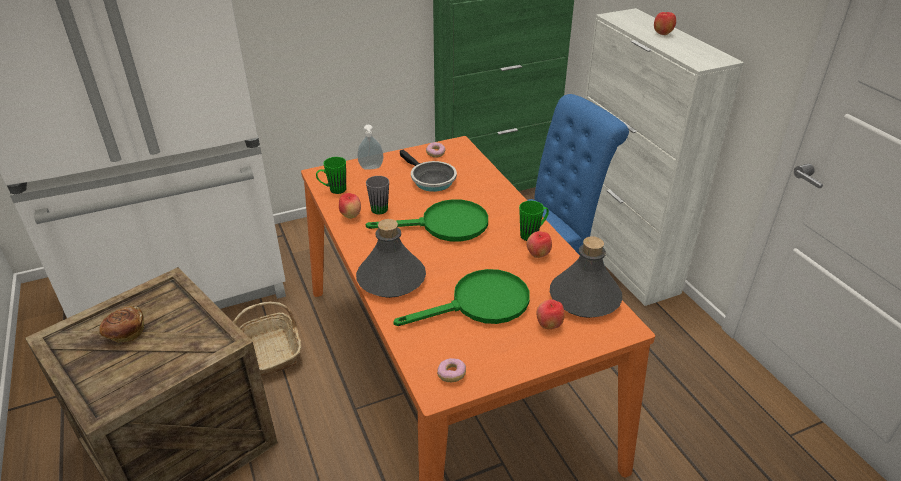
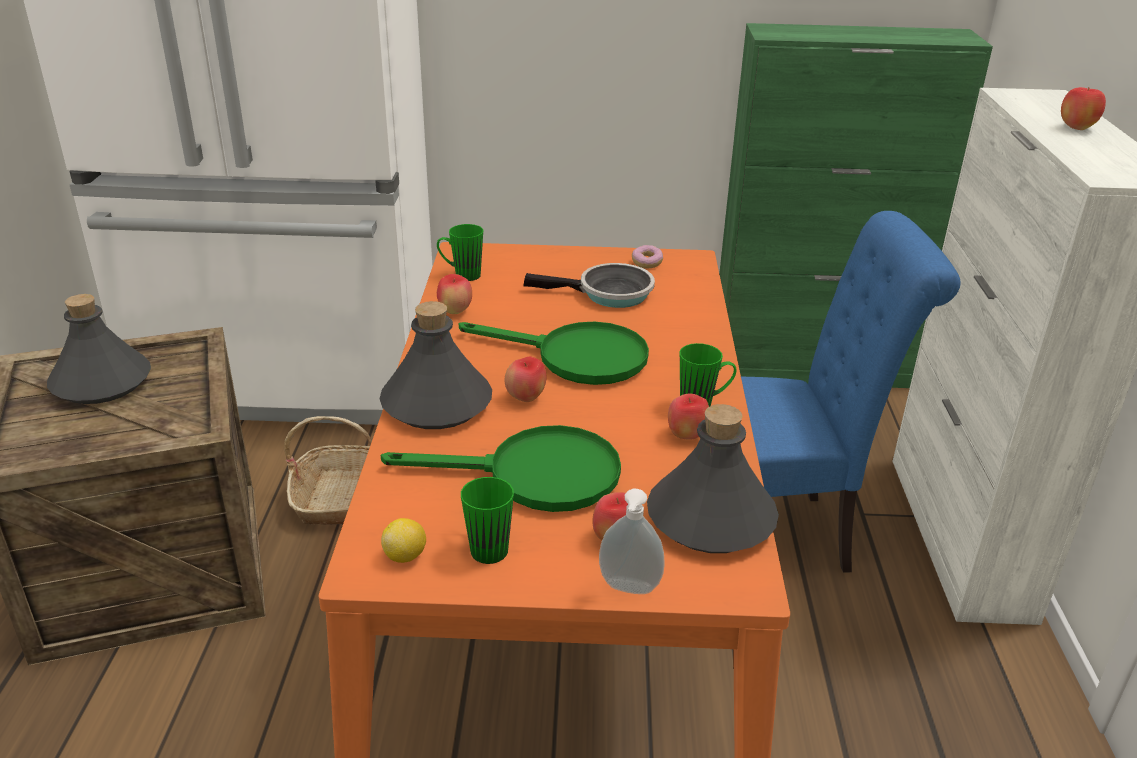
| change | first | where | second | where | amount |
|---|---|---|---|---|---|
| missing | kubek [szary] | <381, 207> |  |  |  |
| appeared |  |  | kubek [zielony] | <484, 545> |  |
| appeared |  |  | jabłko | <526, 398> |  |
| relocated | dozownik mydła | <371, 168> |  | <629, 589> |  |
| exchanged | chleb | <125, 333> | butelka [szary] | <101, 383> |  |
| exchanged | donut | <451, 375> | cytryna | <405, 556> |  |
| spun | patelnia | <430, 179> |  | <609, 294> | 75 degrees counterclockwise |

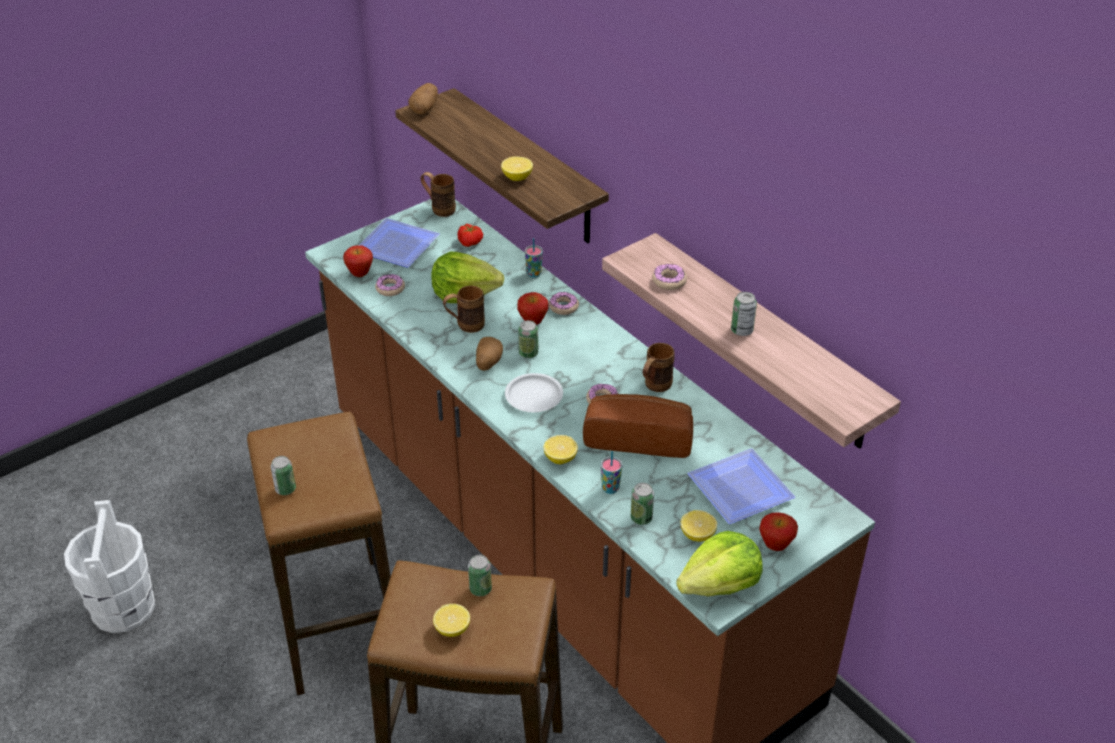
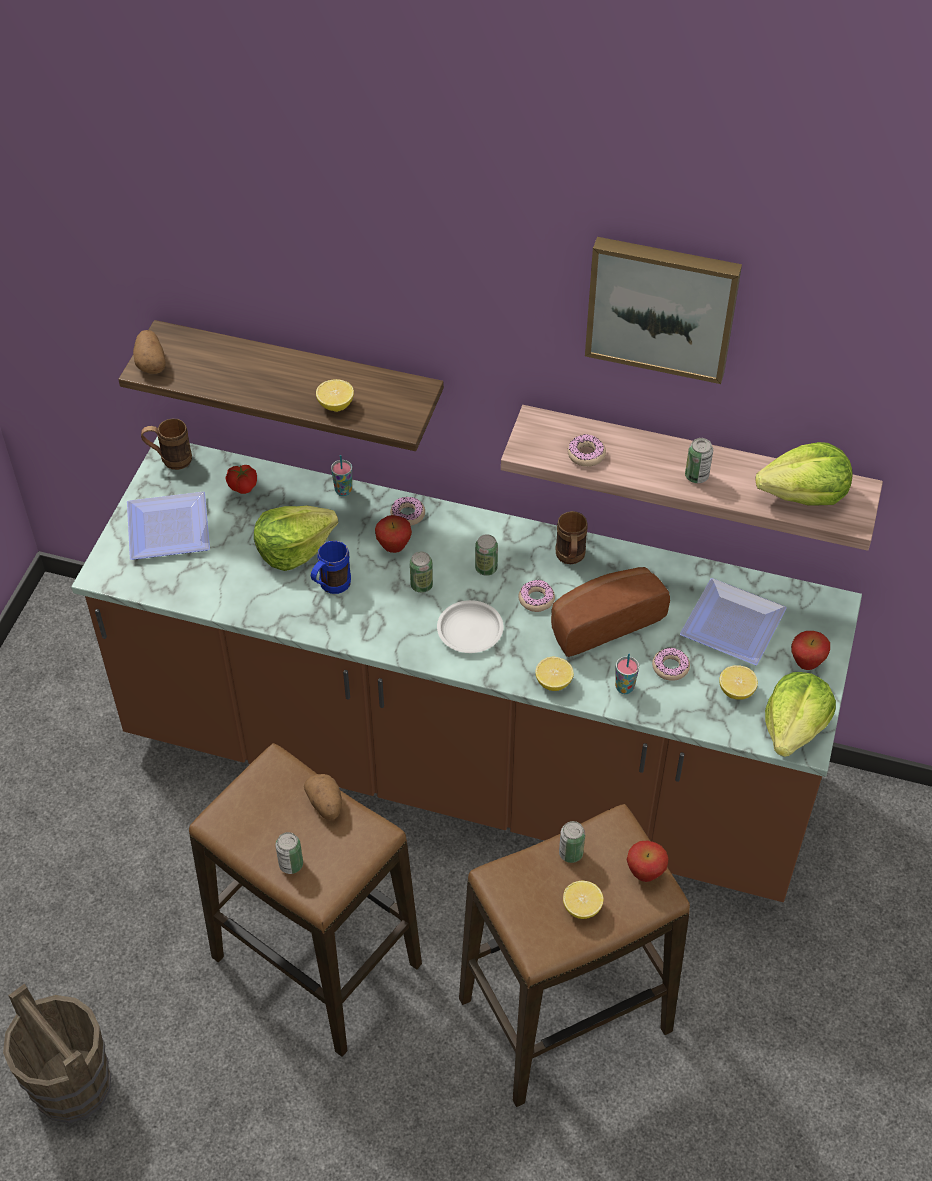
| change | first | where | second | where | amount |
|---|---|---|---|---|---|
| appeared |  |  | obraz | <662, 306> |  |
| appeared |  |  | sałata | <804, 495> |  |
| relocated | jabłko | <360, 274> |  | <645, 874> |  |
| relocated | donut | <390, 288> |  | <670, 667> |  |
| relocated | ziemniak | <488, 363> |  | <325, 804> |  |
| relocated | puszka | <641, 518> |  | <486, 568> |  |
| colour | wiadro [biały] | <123, 607> | wiadro [brązowy] | <72, 1084> |  |
| colour | kubek [brązowy] | <465, 326> | kubek [niebieski] | <330, 587> |  |

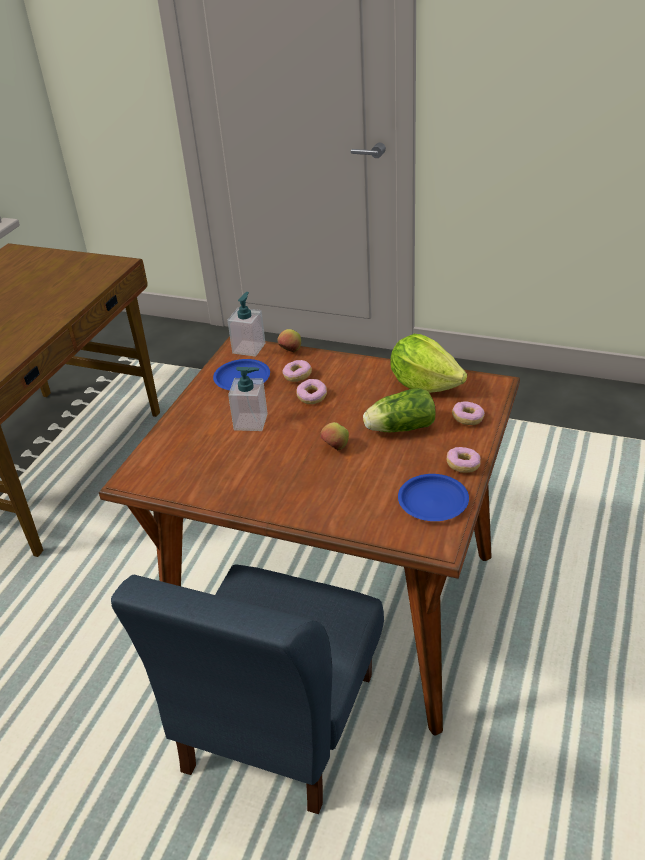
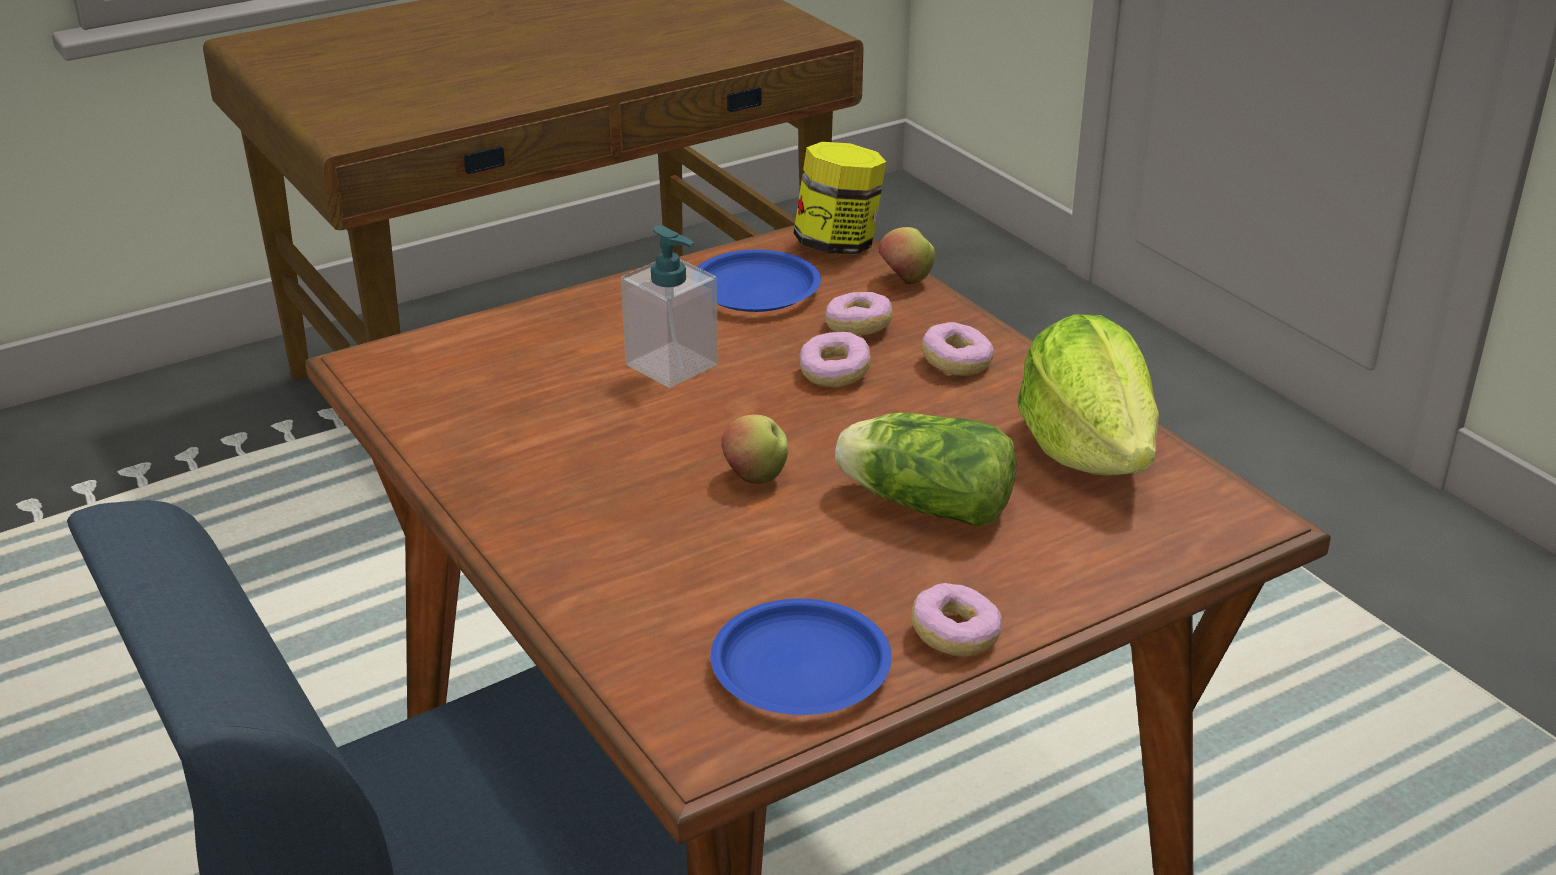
| change | first | where | second | where | amount |
|---|---|---|---|---|---|
| relocated | donut | <467, 419> |  | <956, 363> |  |
| exchanged | dozownik mydła | <249, 348> | słoik | <838, 245> |  |

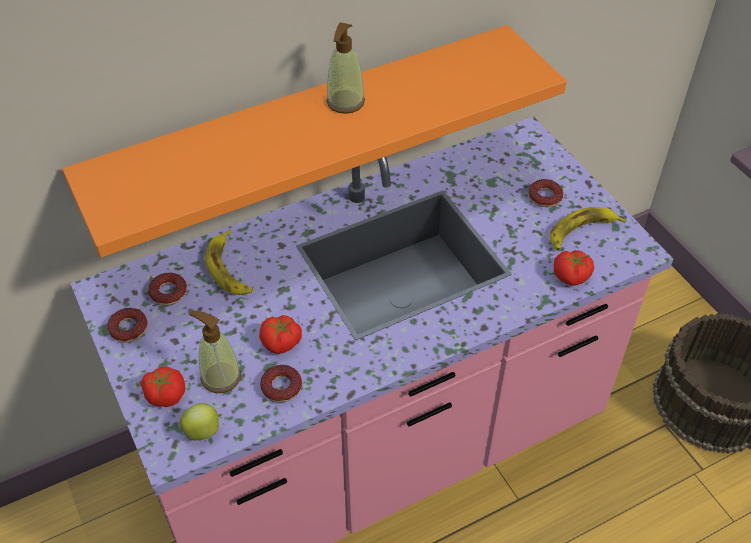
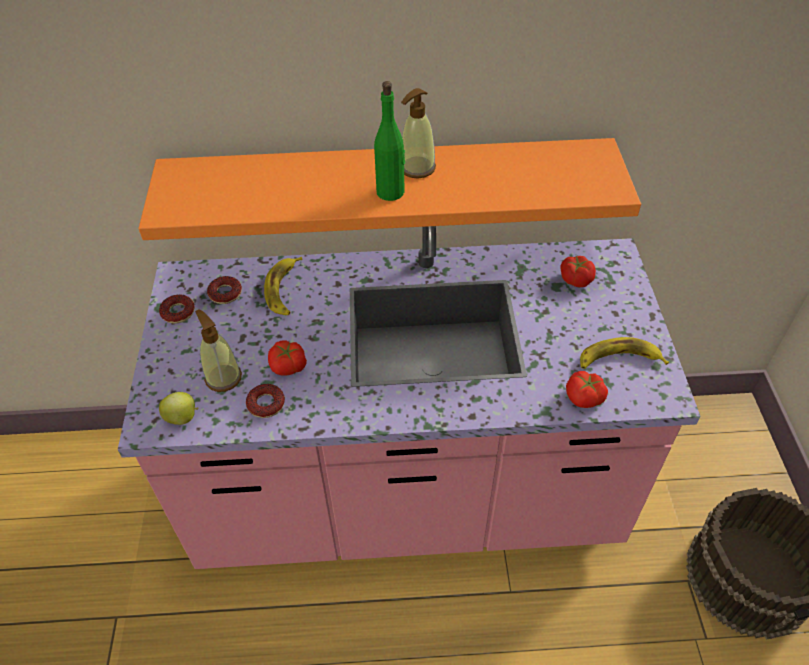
| change | first | where | second | where | amount |
|---|---|---|---|---|---|
| missing | donut | <544, 197> |  |  |  |
| appeared |  |  | butelka [zielony] | <391, 192> |  |
| relocated | pomidor | <165, 394> |  | <576, 279> |  |

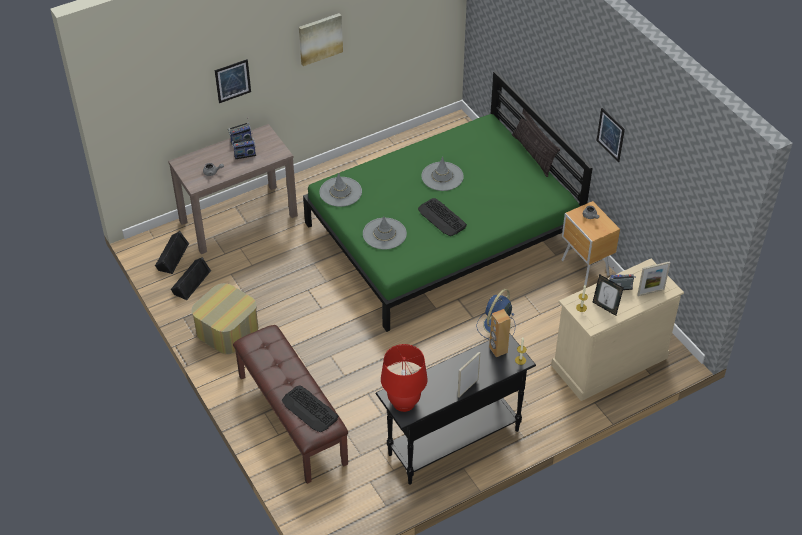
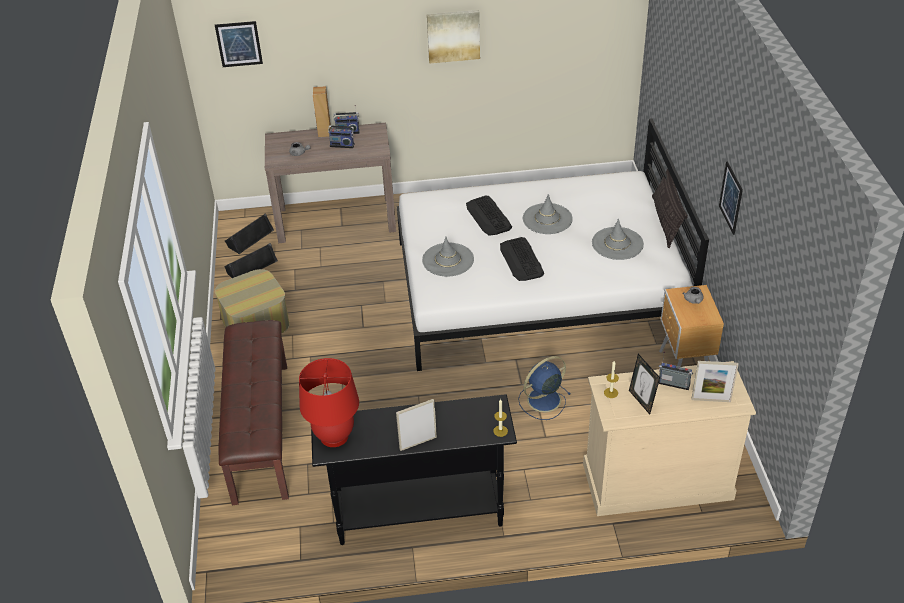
| change | first | where | second | where | amount |
|---|---|---|---|---|---|
| relocated | obraz | <232, 81> |  | <239, 44> |  |
| relocated | klawiatura | <309, 409> |  | <488, 216> |  |
| relocated | kapelusz [szary] | <340, 192> |  | <617, 244> |  |
| relocated | głośnik [brązowy] | <498, 350> |  | <324, 133> |  |
| colour | łóżko [zielony] | <443, 234> | łóżko [biały] | <538, 288> |  |

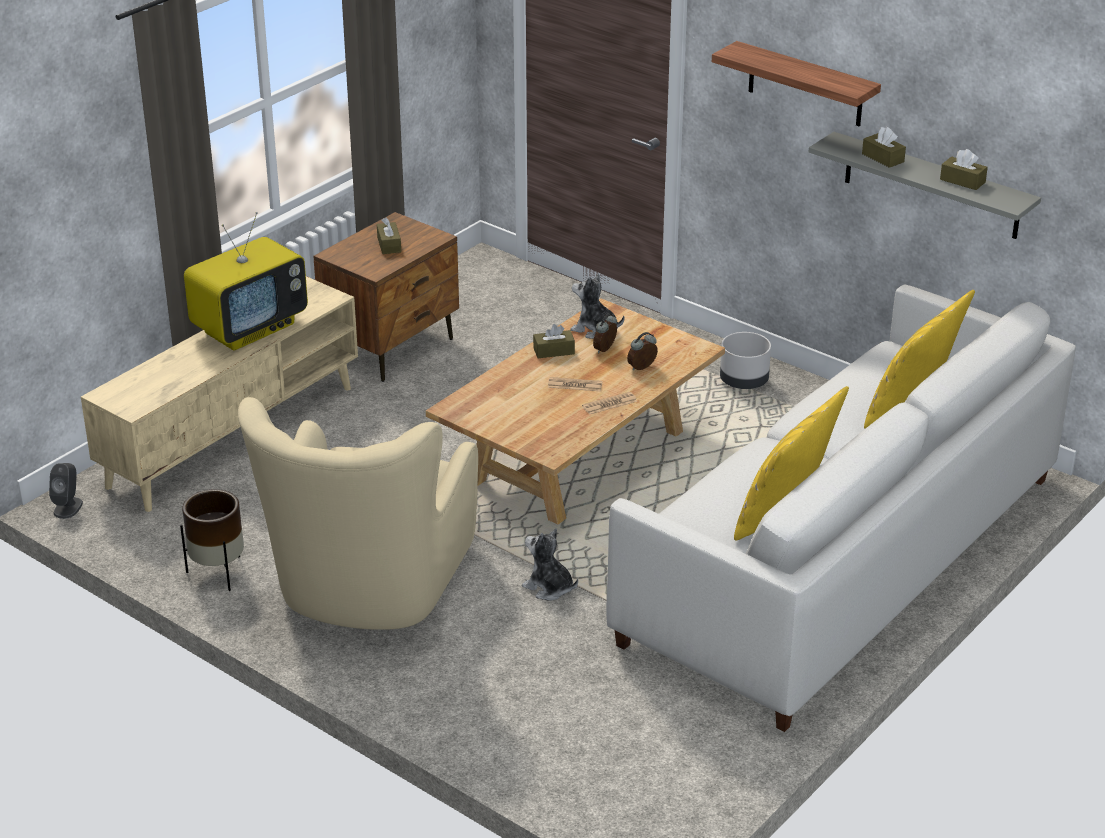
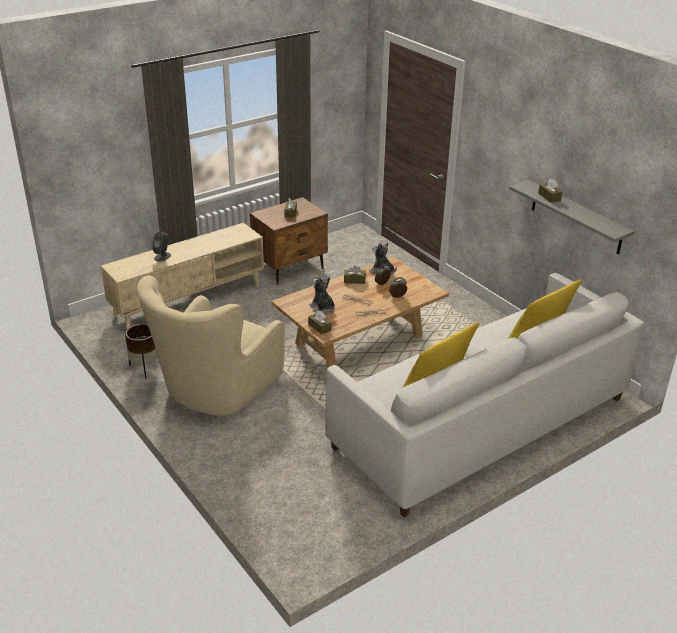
| change | first | where | second | where | amount |
|---|---|---|---|---|---|
| missing | telewizor | <250, 328> |  |  |  |
| missing | półka | <805, 85> |  |  |  |
| missing | donica [szary] | <744, 382> |  |  |  |
| relocated | głośnik [szary] | <68, 507> |  | <162, 256> |  |
| relocated | pluszak | <549, 588> |  | <322, 308> |  |
| relocated | pudełko chusteczek [brązowy] | <962, 181> |  | <319, 327> |  |

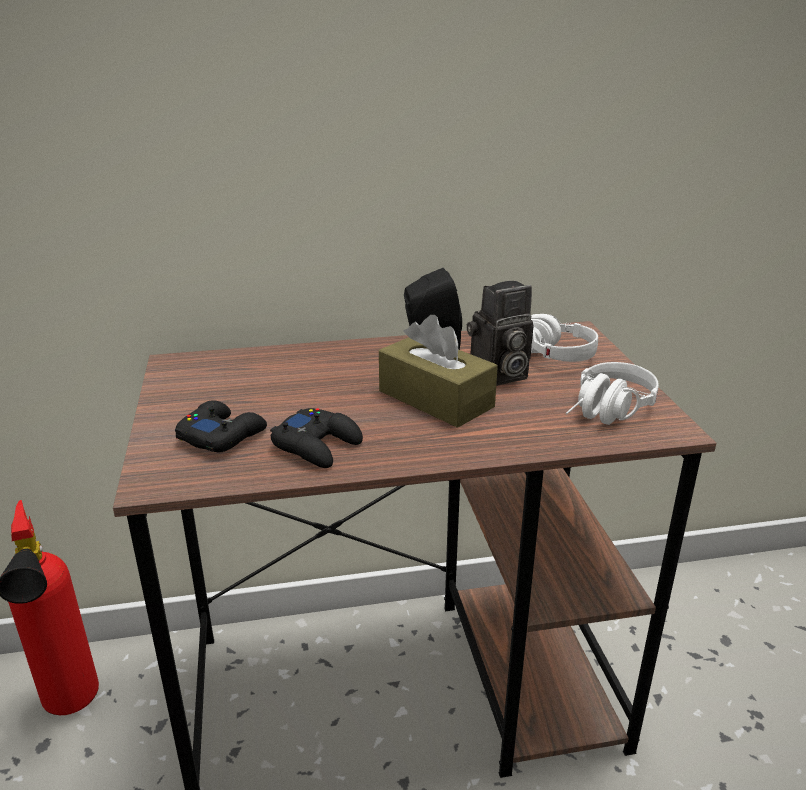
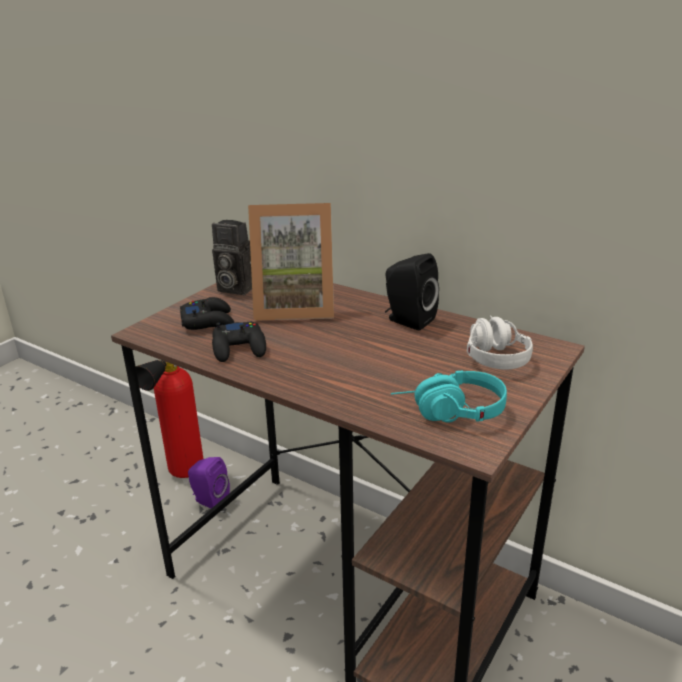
| change | first | where | second | where | amount |
|---|---|---|---|---|---|
| missing | pudełko chusteczek [brązowy] | <435, 399> |  |  |  |
| appeared |  |  | głośnik [fioletowy] | <209, 500> |  |
| appeared |  |  | ramka na zdjęcie | <294, 307> |  |
| relocated | aparat fotograficzny | <498, 376> |  | <234, 288> |  |
| colour | słuchawki [biały] | <607, 413> | słuchawki [turkusowy] | <448, 413> |  |

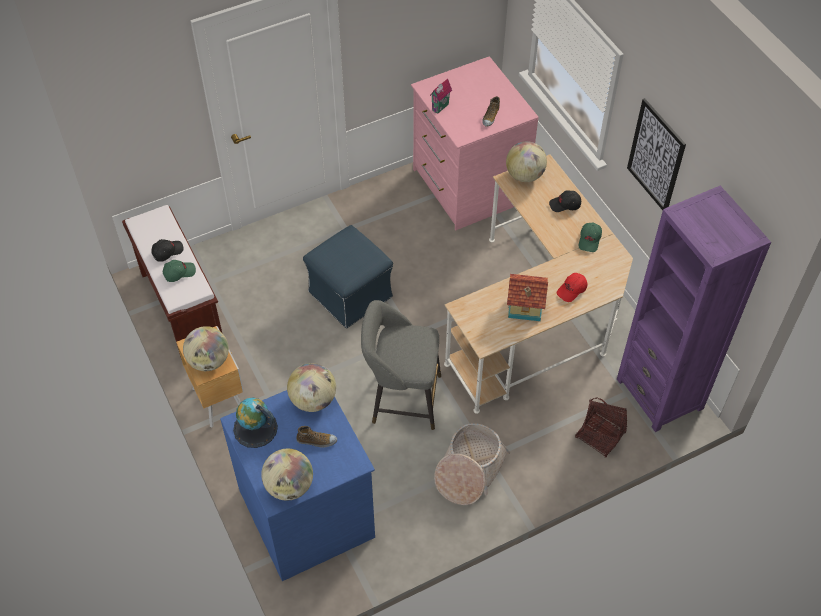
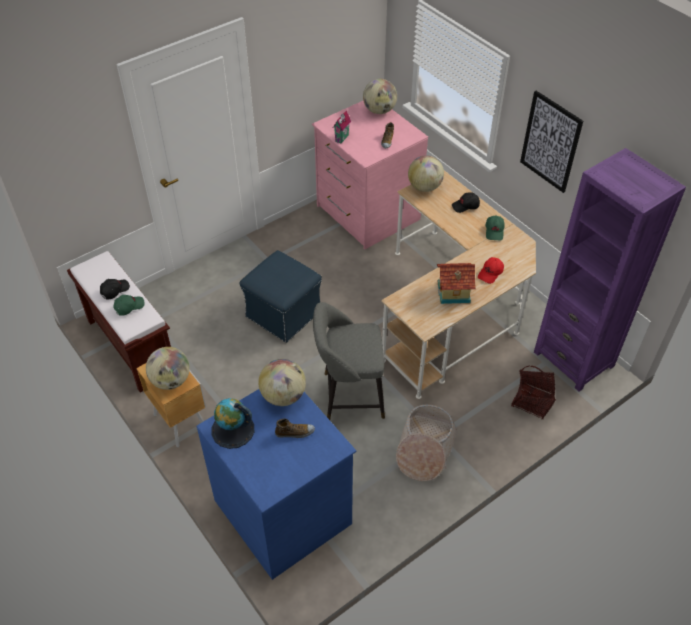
| change | first | where | second | where | amount |
|---|---|---|---|---|---|
| relocated | globus | <289, 486> |  | <379, 110> |  |

